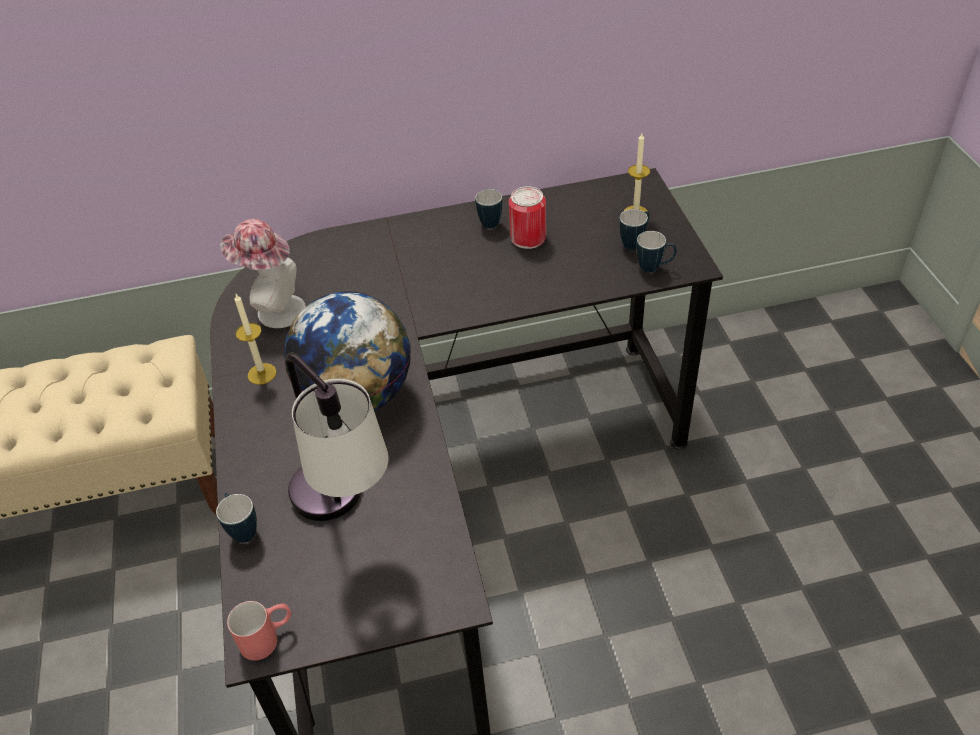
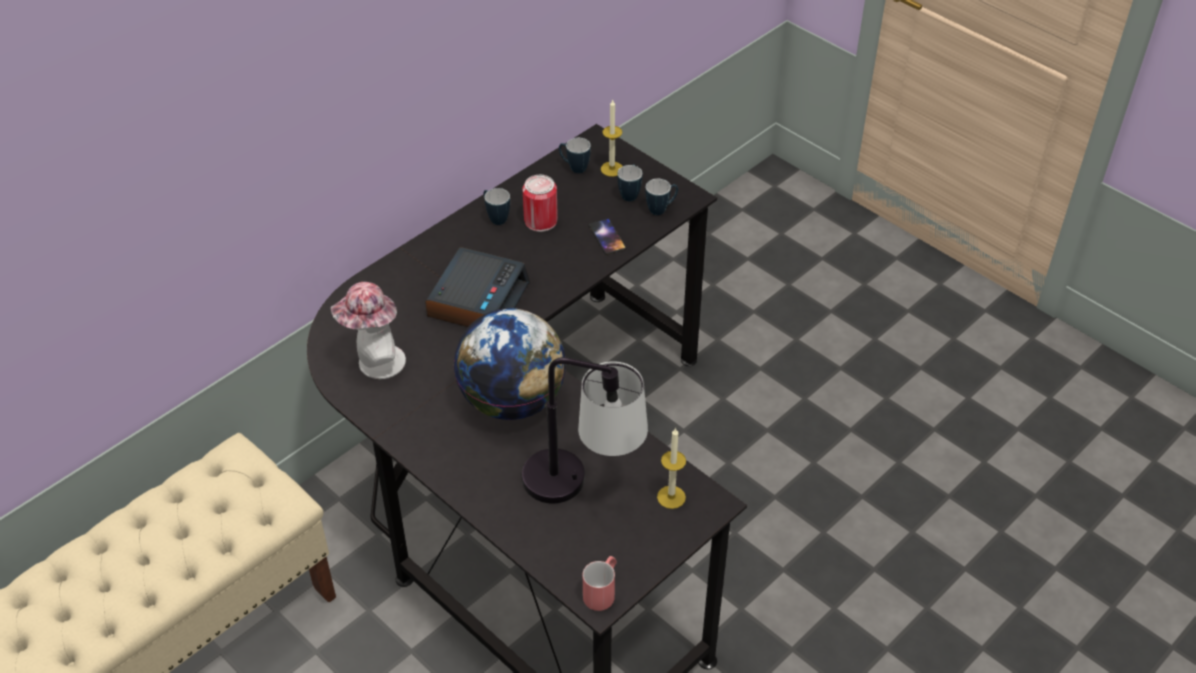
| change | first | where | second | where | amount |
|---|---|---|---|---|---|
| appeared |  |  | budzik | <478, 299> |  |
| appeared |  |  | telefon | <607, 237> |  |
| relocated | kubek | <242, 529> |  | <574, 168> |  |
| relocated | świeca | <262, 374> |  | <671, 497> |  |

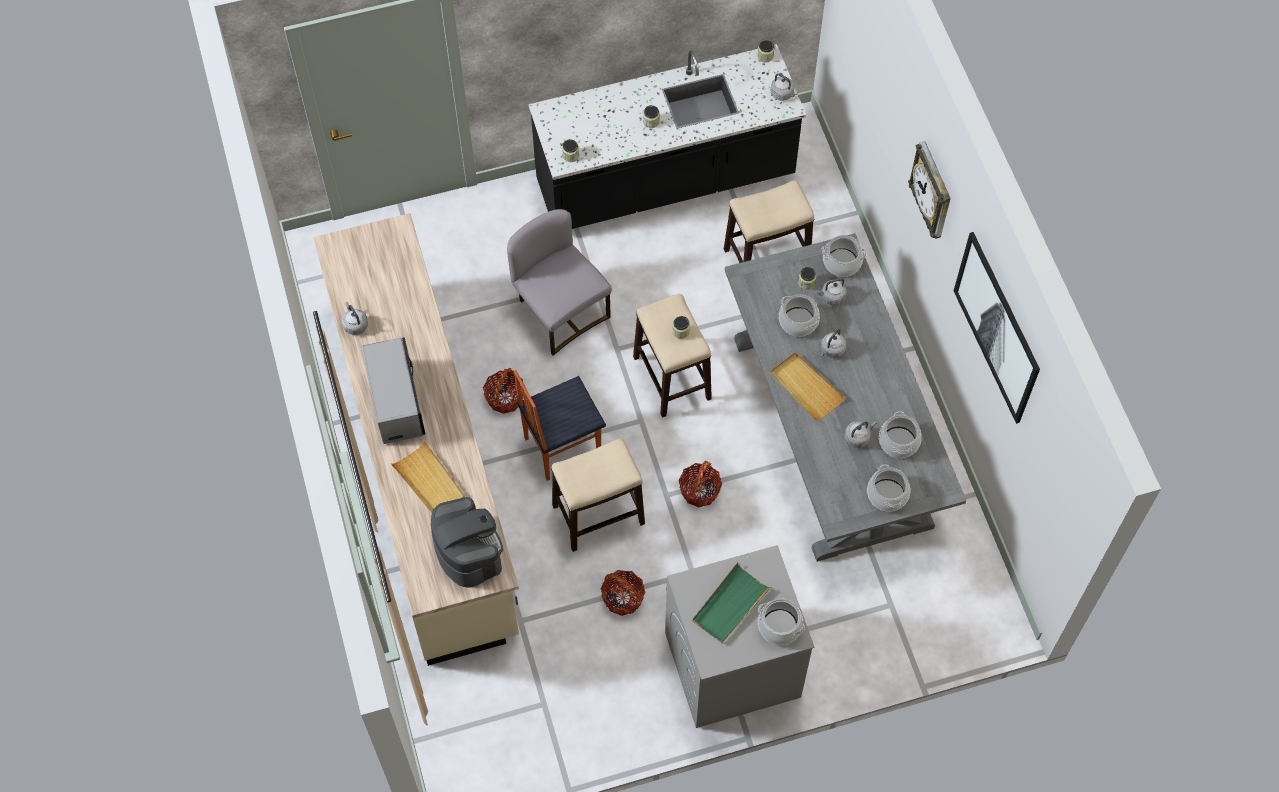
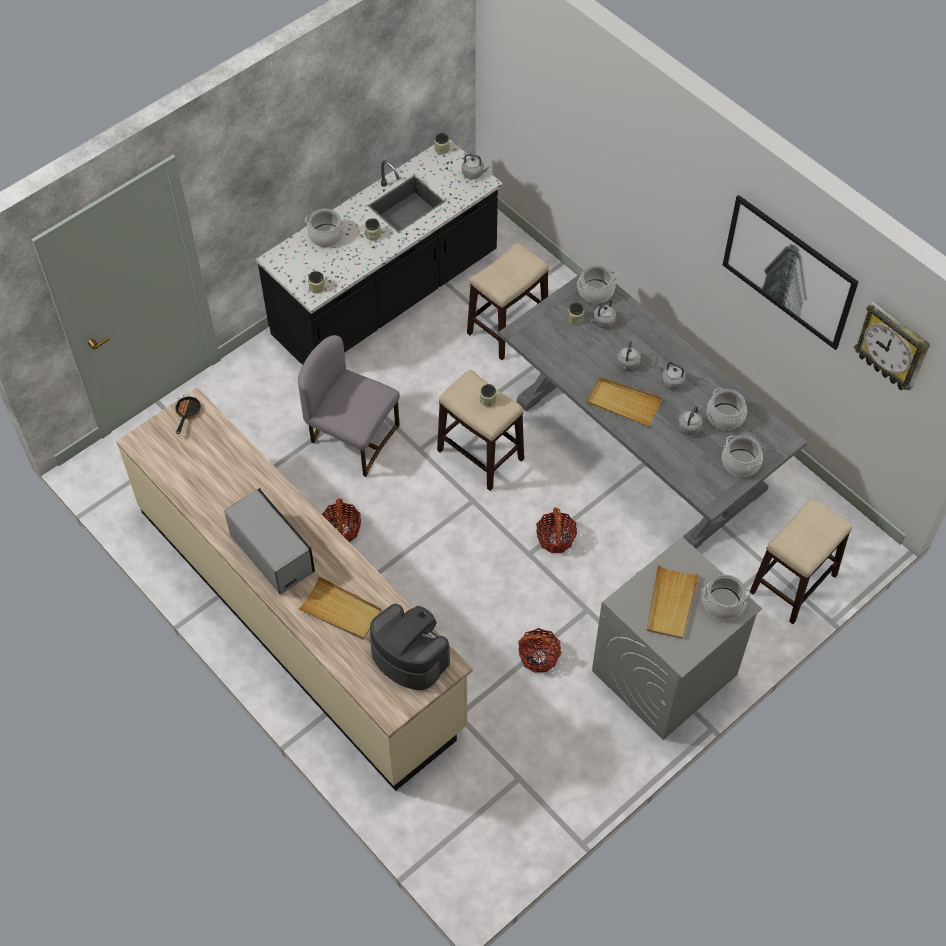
| change | first | where | second | where | amount |
|---|---|---|---|---|---|
| missing | krzesło | <561, 446> |  |  |  |
| appeared |  |  | patelnia | <187, 413> |  |
| relocated | czajnik [szary] | <355, 324> |  | <671, 382> |  |
| relocated | stołek | <597, 515> |  | <792, 584> |  |
| relocated | garnek | <798, 321> |  | <326, 235> |  |
| relocated | zegar ścienny | <932, 192> |  | <892, 347> |  |
| colour | taca [zielony] | <730, 605> | taca [beżowy] | <670, 604> |  |

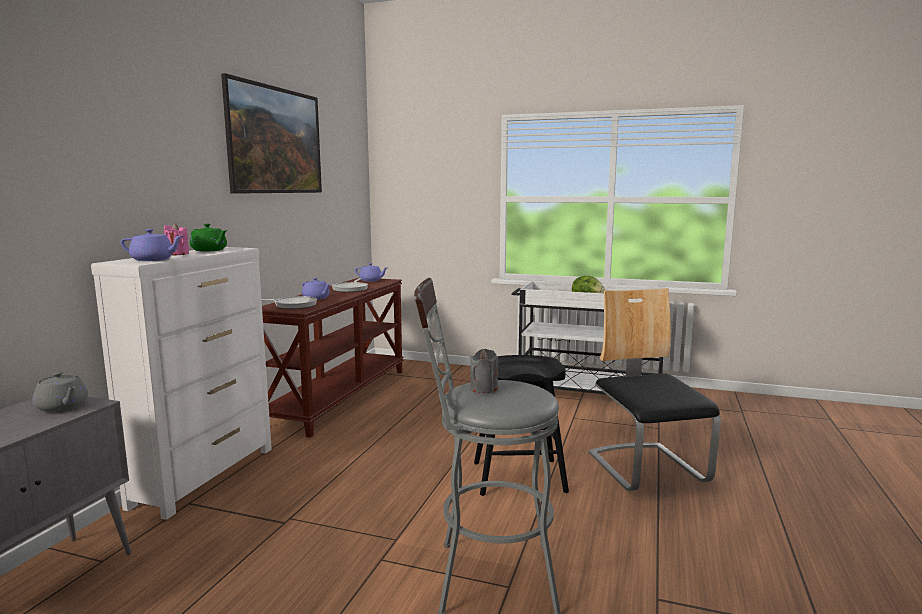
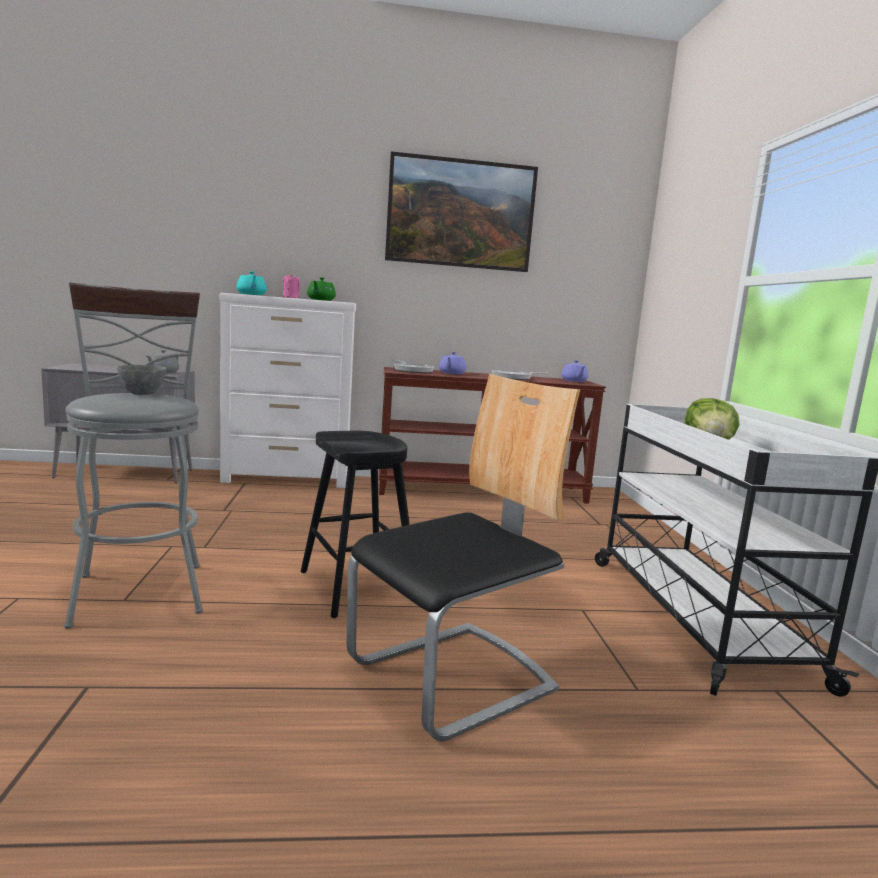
| change | first | where | second | where | amount |
|---|---|---|---|---|---|
| exchanged | świeca [szary] | <483, 389> | miska [szary] | <143, 394> |  |
| colour | imbryk [fioletowy] | <153, 260> | imbryk [turkusowy] | <251, 294> |  |

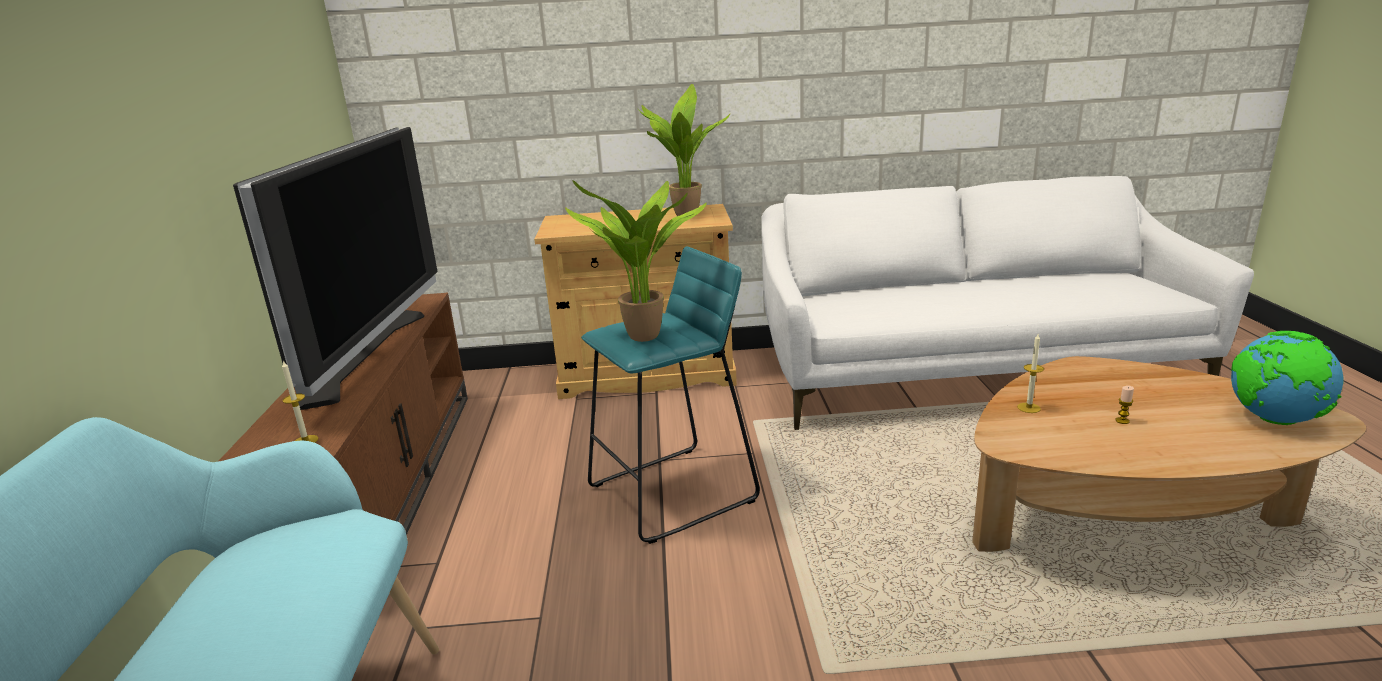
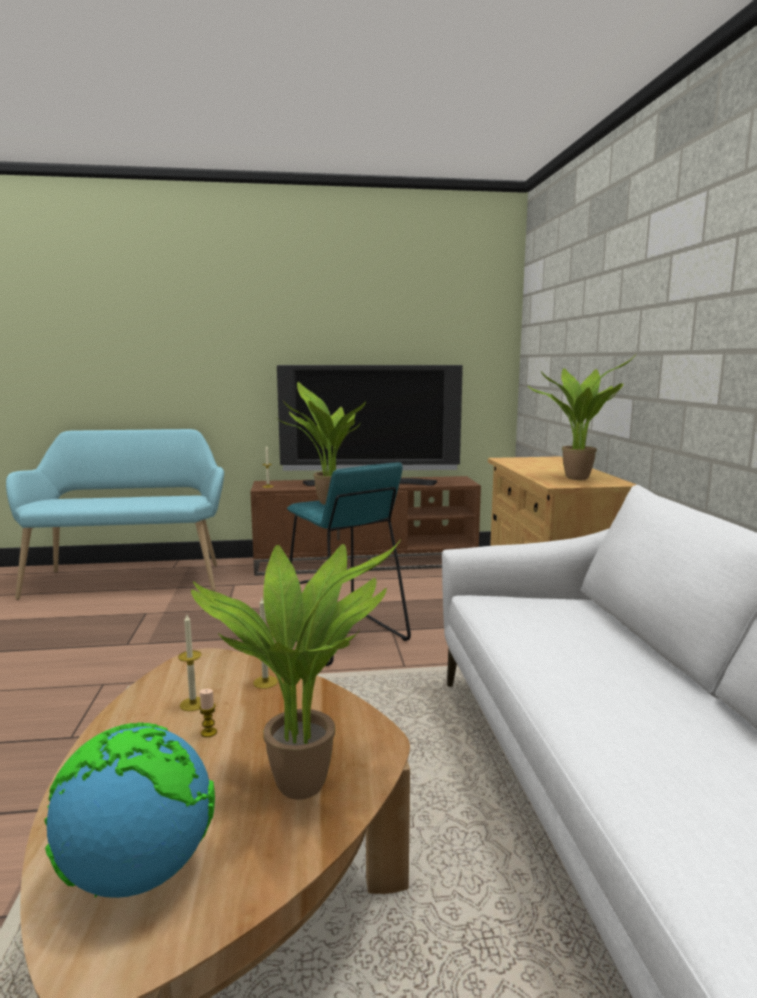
| change | first | where | second | where | amount |
|---|---|---|---|---|---|
| appeared |  |  | świeca | <193, 704> |  |
| appeared |  |  | roślina doniczkowa | <305, 781> |  |

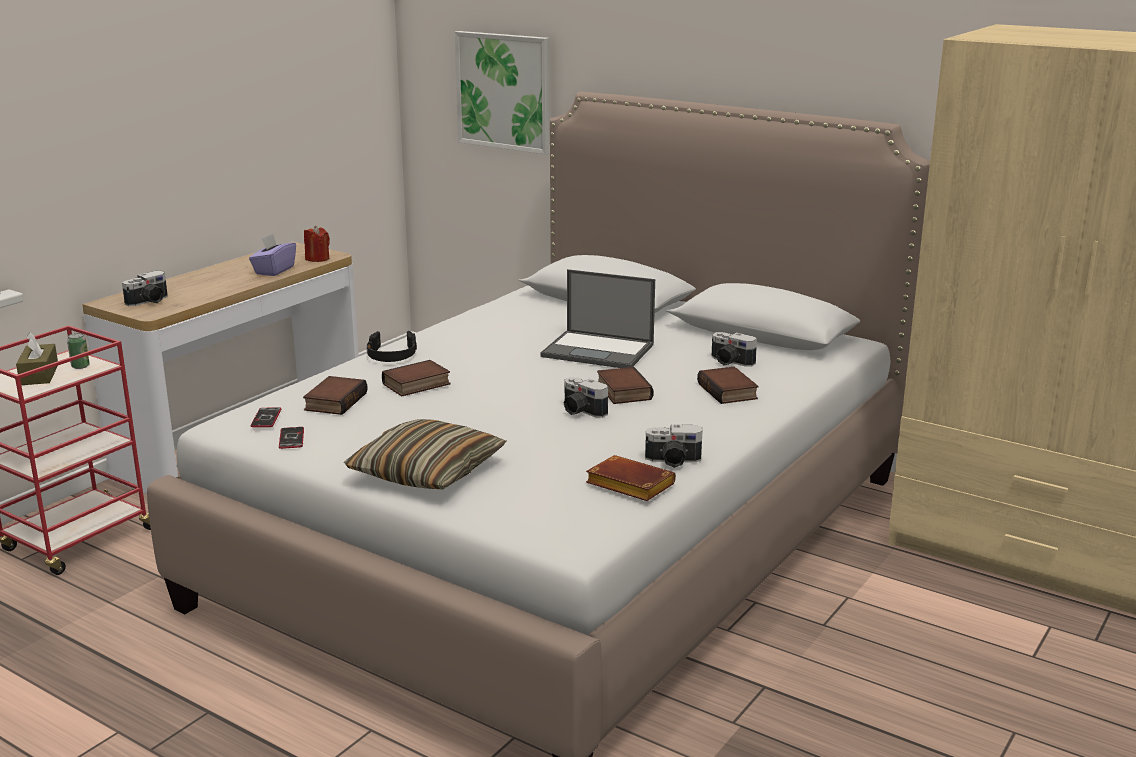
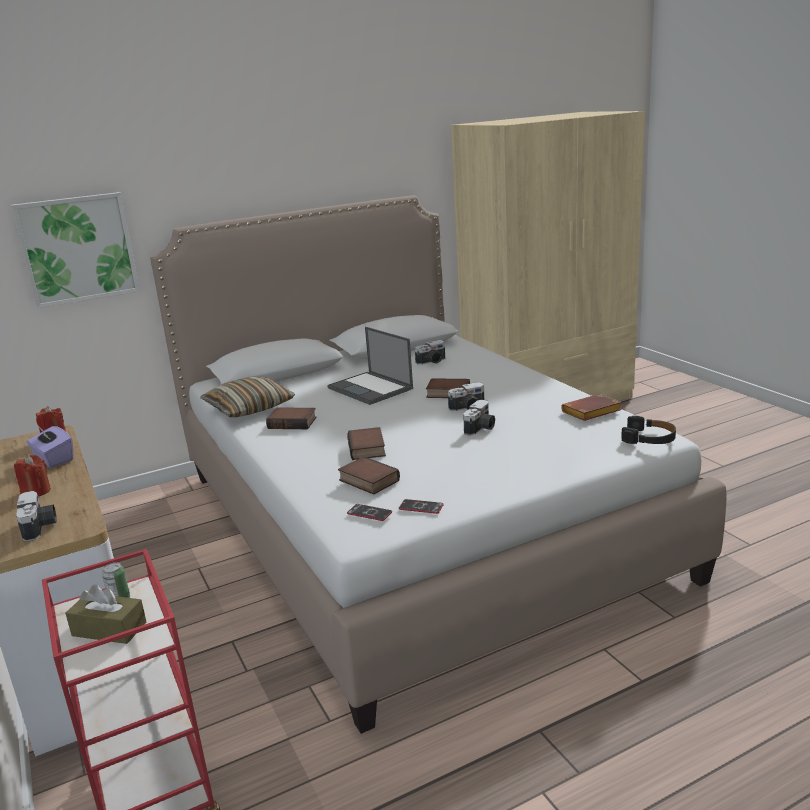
| change | first | where | second | where | amount |
|---|---|---|---|---|---|
| appeared |  |  | świeca [czerwony] | <36, 491> |  |
| relocated | poduszka | <427, 472> |  | <249, 408> |  |
| relocated | słuchawki [czarny] | <391, 355> |  | <649, 438> |  |
| relocated | aparat fotograficzny | <673, 461> |  | <481, 428> |  |
| relocated | książka | <729, 391> |  | <293, 422> |  |
| spun | laptop | <599, 351> |  | <371, 388> | 90 degrees clockwise |

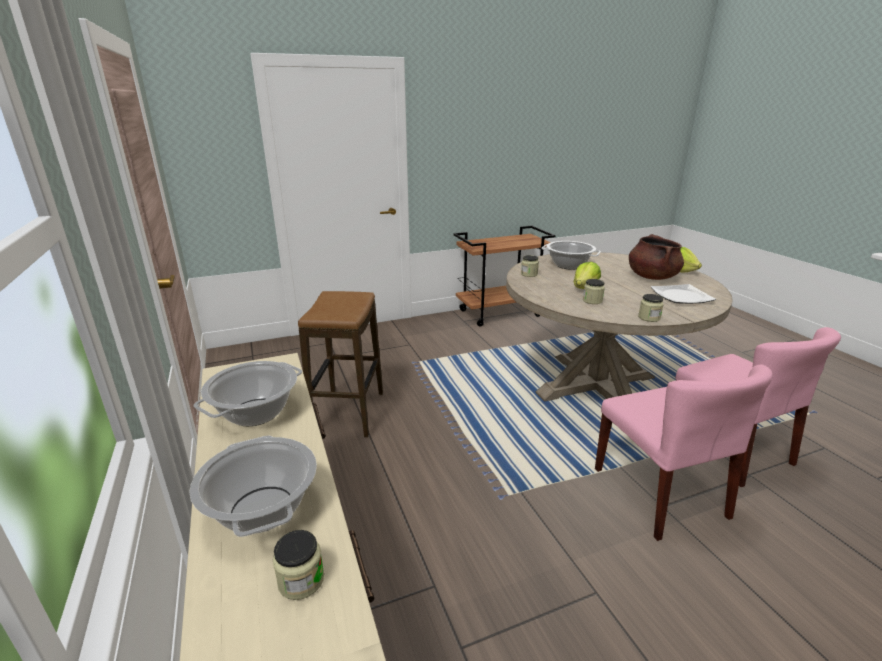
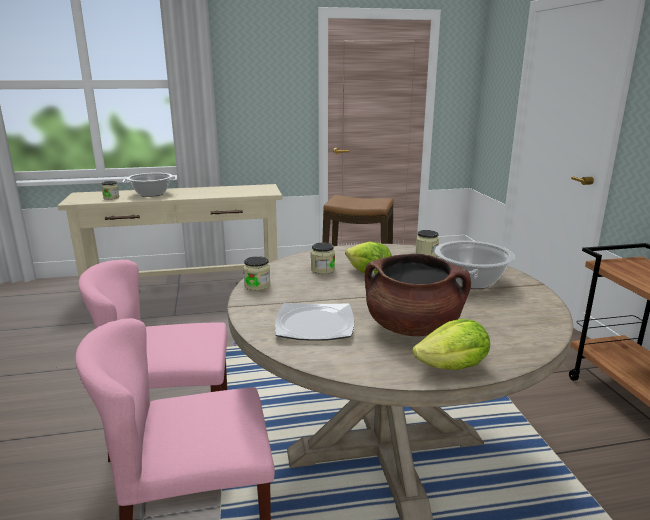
| change | first | where | second | where | amount |
|---|---|---|---|---|---|
| missing | garnek | <256, 412> |  |  |  |

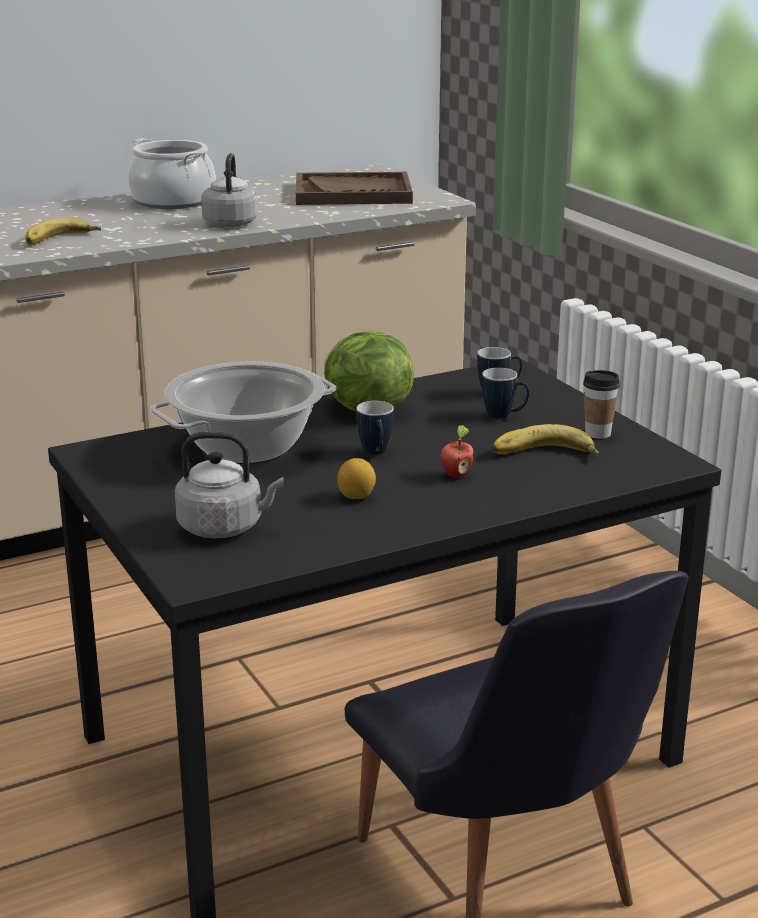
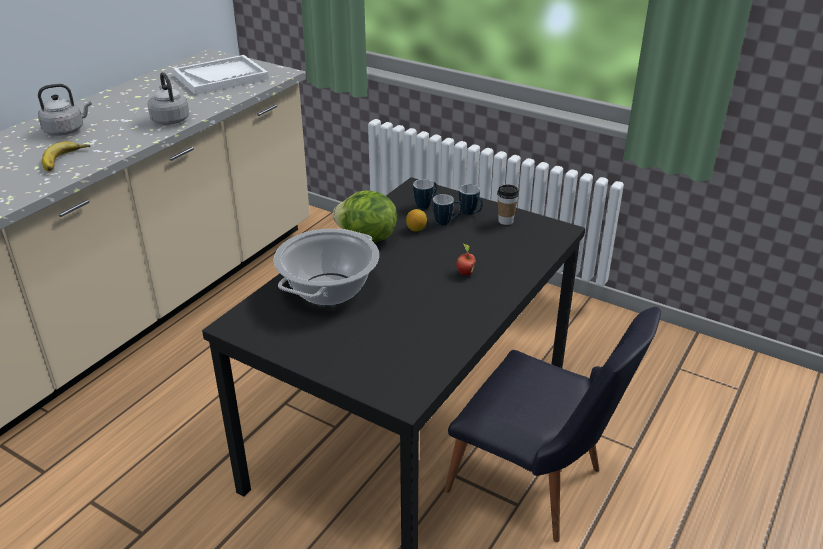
| change | first | where | second | where | amount |
|---|---|---|---|---|---|
| missing | garnek | <173, 201> |  |  |  |
| missing | banan | <545, 455> |  |  |  |
| relocated | czajnik [szary] | <225, 527> |  | <66, 130> |  |
| relocated | cytryna | <356, 496> |  | <416, 229> |  |
| relocated | kubek | <376, 454> |  | <471, 213> |  |
| colour | taca [brązowy] | <353, 193> | taca [biały] | <221, 77> |  |

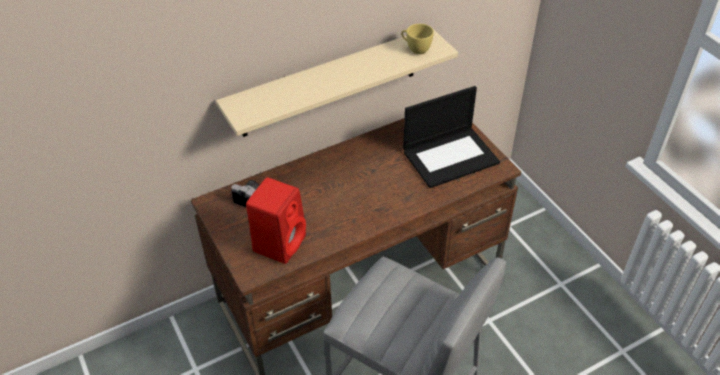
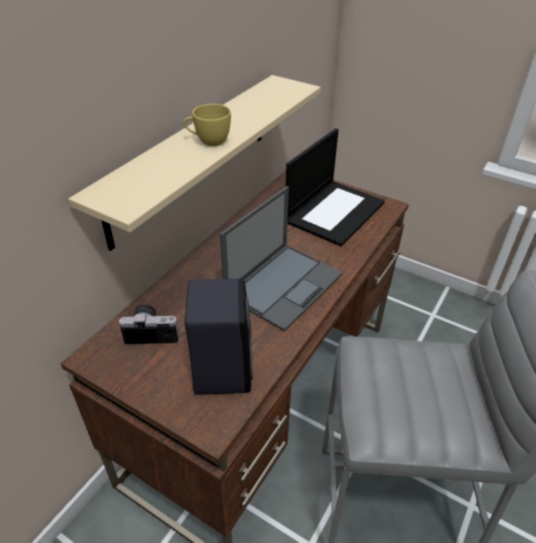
| change | first | where | second | where | amount |
|---|---|---|---|---|---|
| appeared |  |  | laptop | <284, 284> |  |
| relocated | filiżanka [żółty] | <415, 49> |  | <208, 141> |  |
| colour | głośnik [czerwony] | <280, 242> | głośnik [czarny] | <222, 368> |  |

